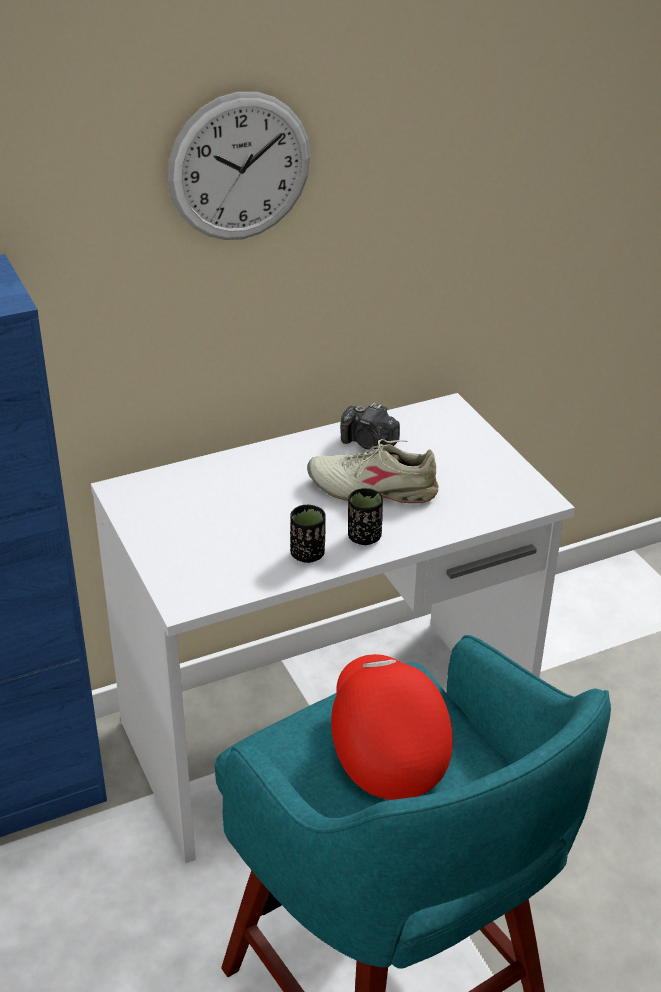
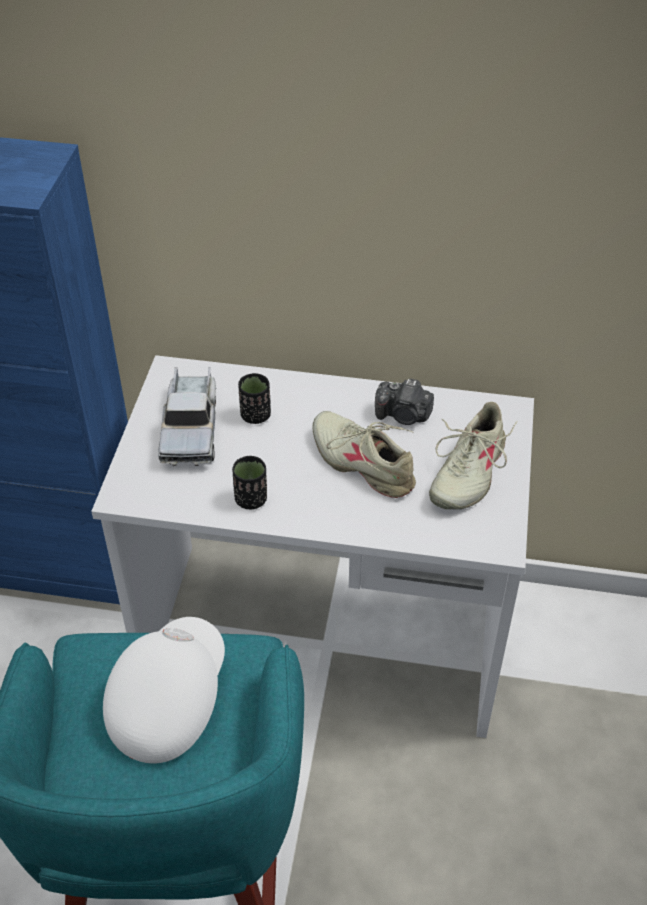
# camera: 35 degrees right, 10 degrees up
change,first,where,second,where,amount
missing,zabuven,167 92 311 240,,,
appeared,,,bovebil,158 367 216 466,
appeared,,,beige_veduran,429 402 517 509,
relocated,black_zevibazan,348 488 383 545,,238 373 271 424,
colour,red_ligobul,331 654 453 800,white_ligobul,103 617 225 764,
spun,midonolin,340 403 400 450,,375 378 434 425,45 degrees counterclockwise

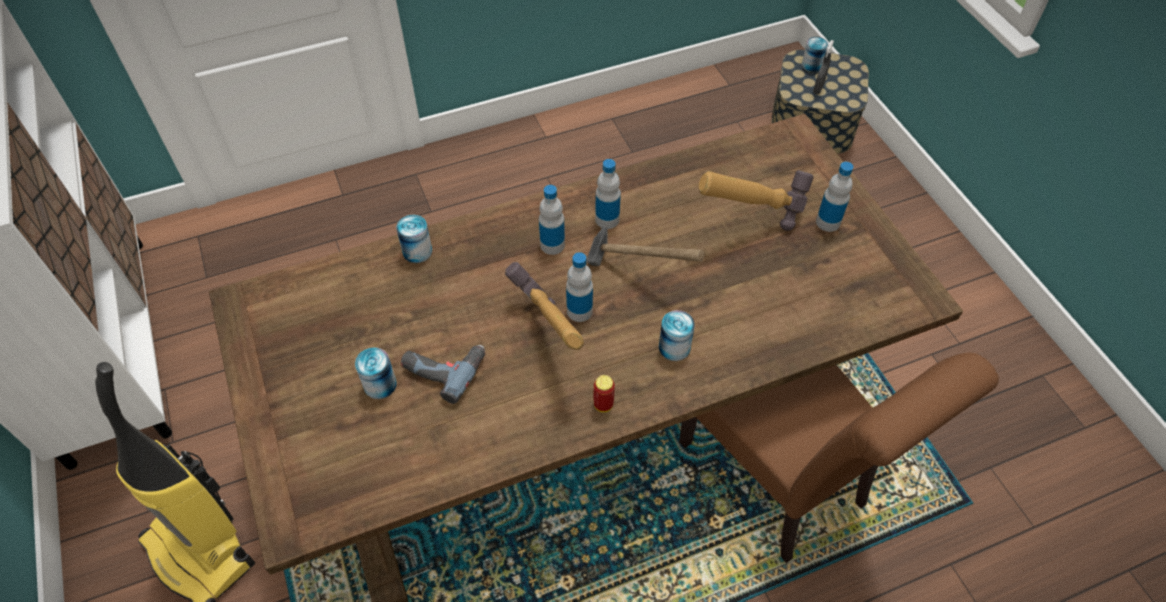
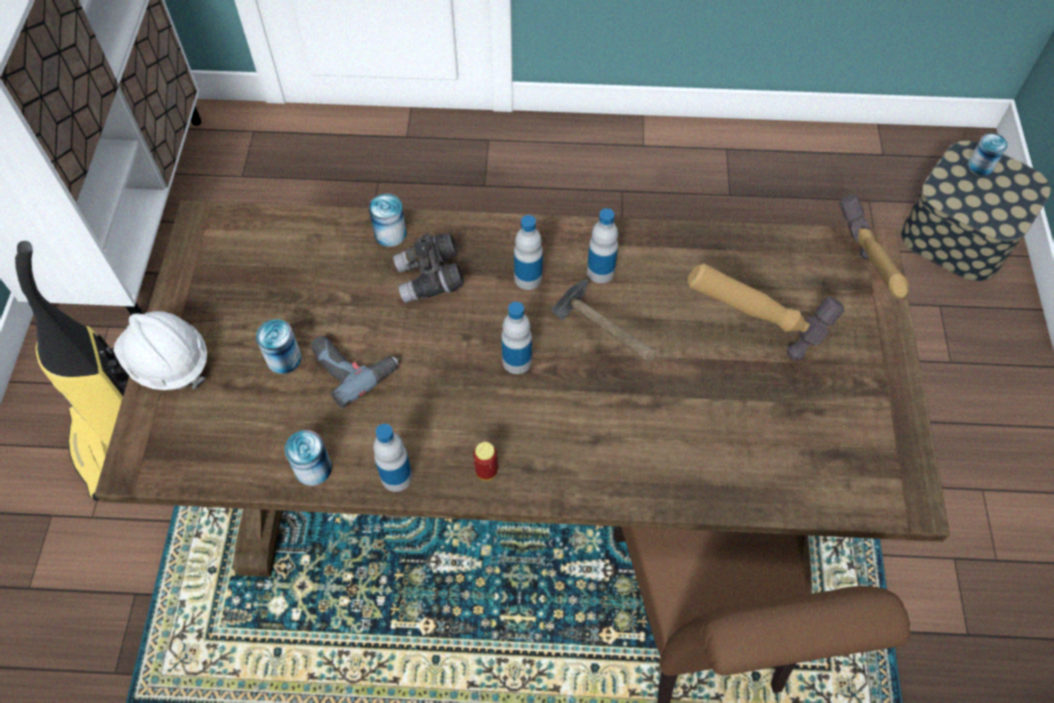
# camera: 25 degrees right, 5 degrees up
change,first,where,second,where,amount
missing,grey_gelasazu,813 40 834 94,,,
appeared,,,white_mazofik,113 311 207 390,
appeared,,,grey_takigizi,393 233 464 303,
relocated,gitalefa,505 262 584 350,,839 195 909 299,
relocated,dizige,659 310 695 361,,285 430 332 486,
relocated,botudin,816 162 853 232,,373 424 412 492,

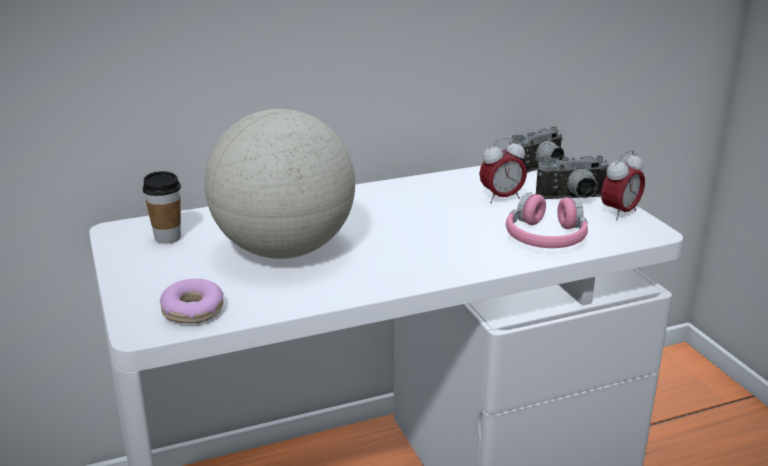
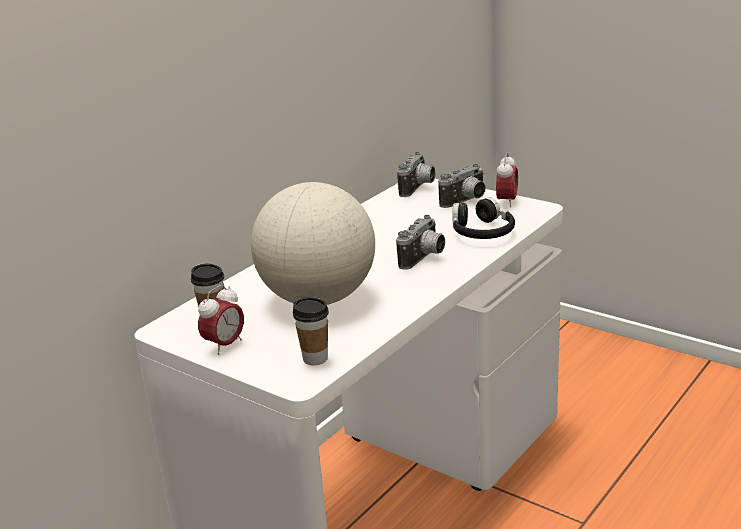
# camera: 30 degrees left, 0 degrees up
change,first,where,second,where,amount
appeared,,,midonolin,396 215 445 270,
relocated,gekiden,479 137 527 203,,198 285 244 355,
exchanged,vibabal,160 279 224 323,zevibazan,293 297 329 365,
colour,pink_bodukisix,506 192 588 248,black_bodukisix,453 197 515 239,

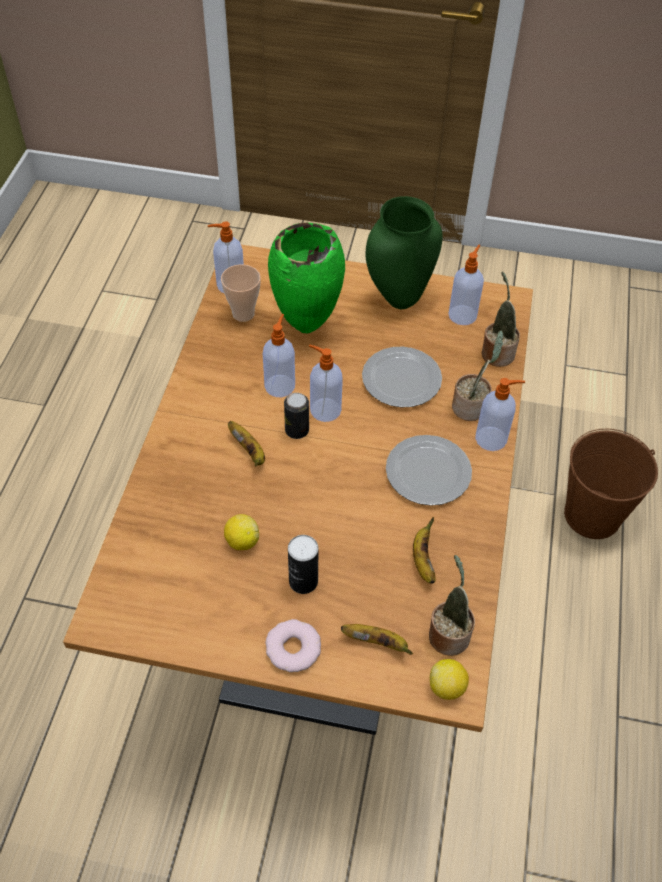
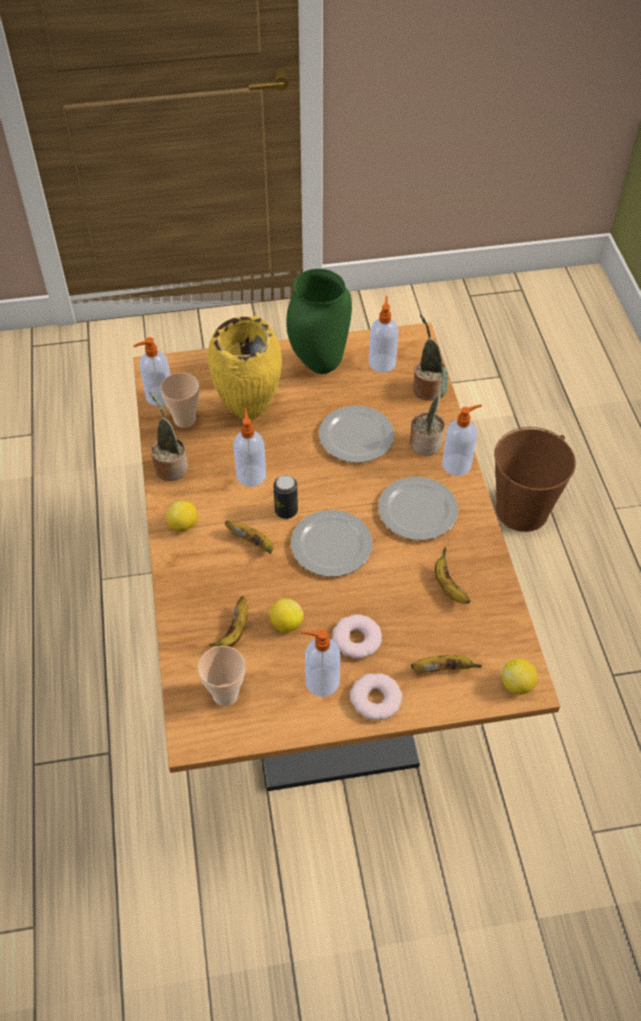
# camera: 20 degrees left, 0 degrees up
change,first,where,second,where,amount
appeared,,,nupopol,166 501 198 532,
appeared,,,zevibazan,198 646 245 706,
appeared,,,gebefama,209 596 248 647,
appeared,,,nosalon,291 510 373 577,
relocated,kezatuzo,309 345 343 422,,301 629 340 697,
relocated,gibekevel,429 555 475 656,,149 392 188 481,
exchanged,dizige,288 535 319 594,vibabal,332 614 382 659,
colour,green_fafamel,268 222 345 333,yellow_fafamel,208 316 282 421,

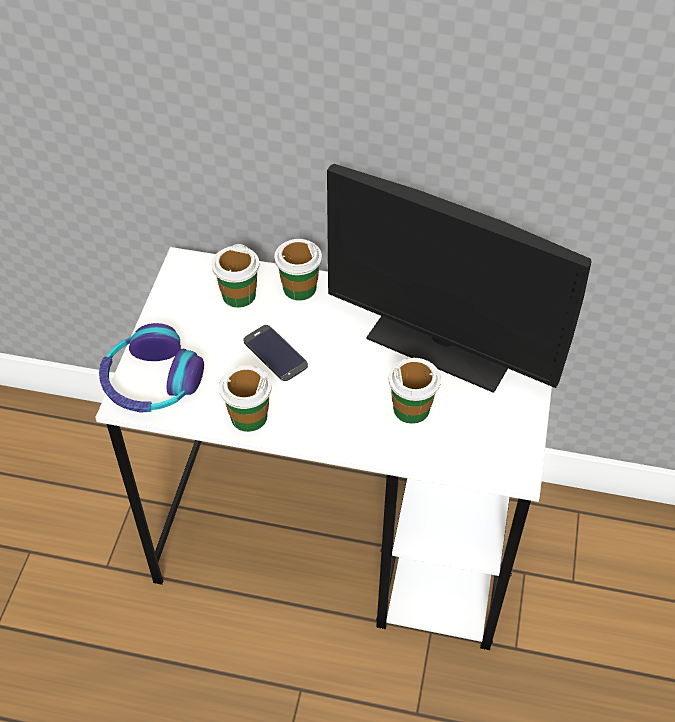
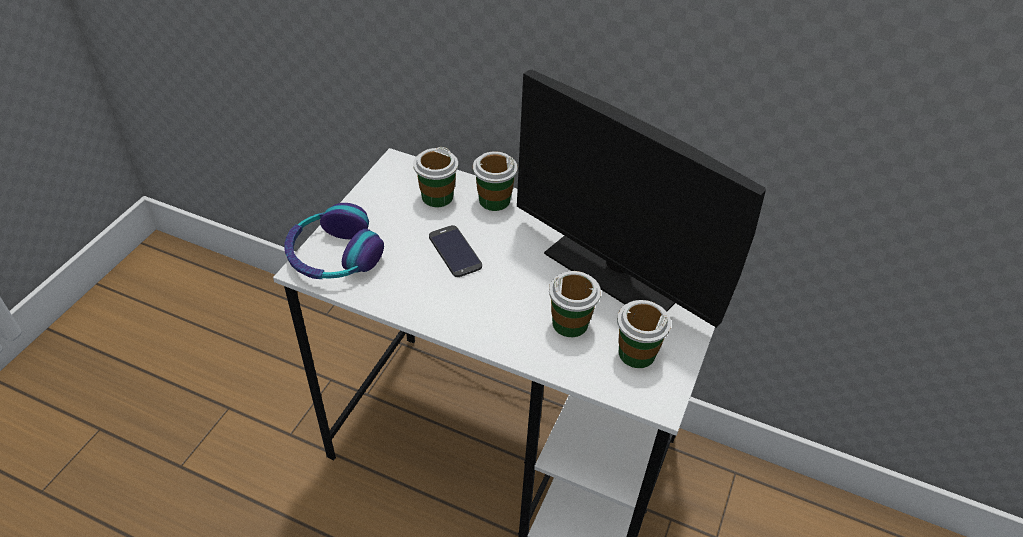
# camera: 10 degrees right, 5 degrees down
change,first,where,second,where,amount
relocated,zevibazan,219 365 272 432,,617 300 671 368,

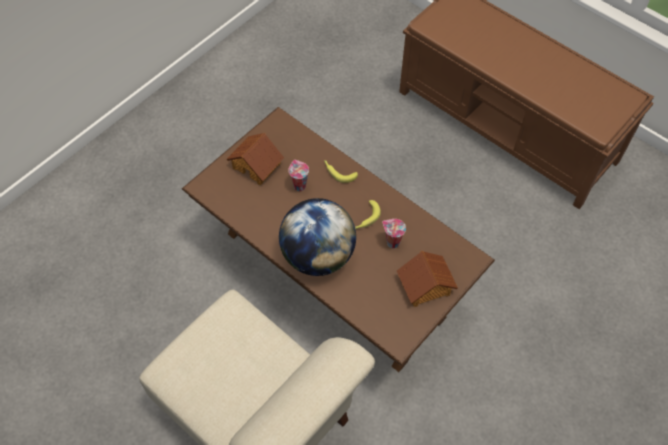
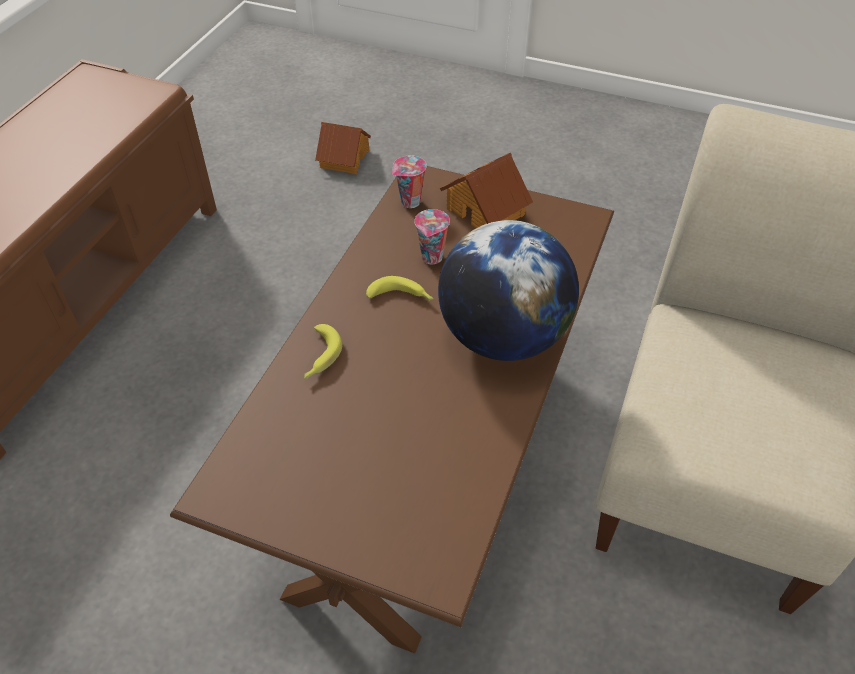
# camera: 110 degrees left, 10 degrees down
change,first,where,second,where,amount
relocated,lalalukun,227 133 284 185,,315 122 371 174,
relocated,zevibazan,288 160 309 191,,392 155 427 208,

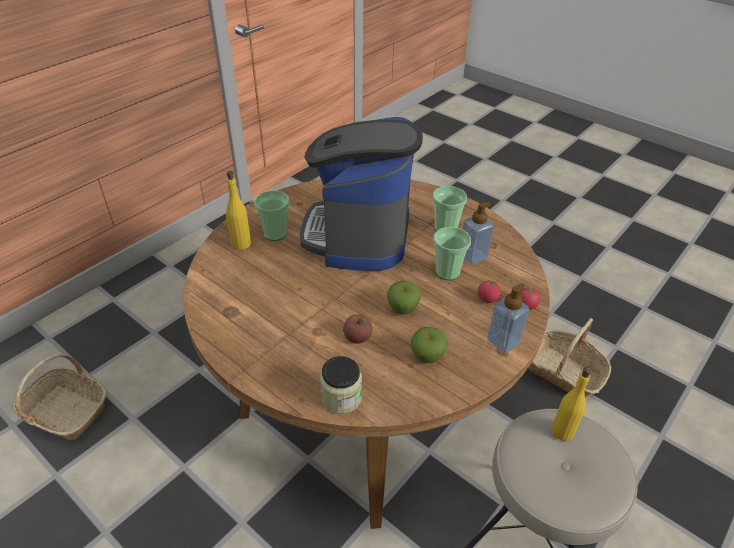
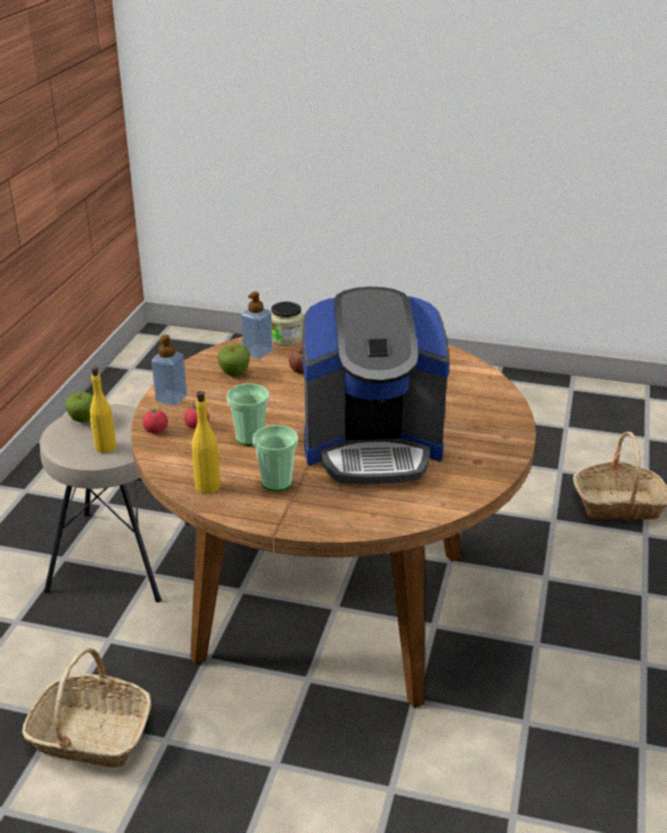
# camera: 155 degrees right, 10 degrees down
change,first,where,second,where,amount
missing,zevibazan,254 191 289 241,,,
relocated,yellow_botudin,226 171 251 250,,192 391 220 494,
relocated,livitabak,387 281 421 315,,65 392 93 422,
relocated,kezatuzo,463 202 494 265,,241 292 273 359,
spun,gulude,300 117 423 271,,302 287 450 484,105 degrees clockwise

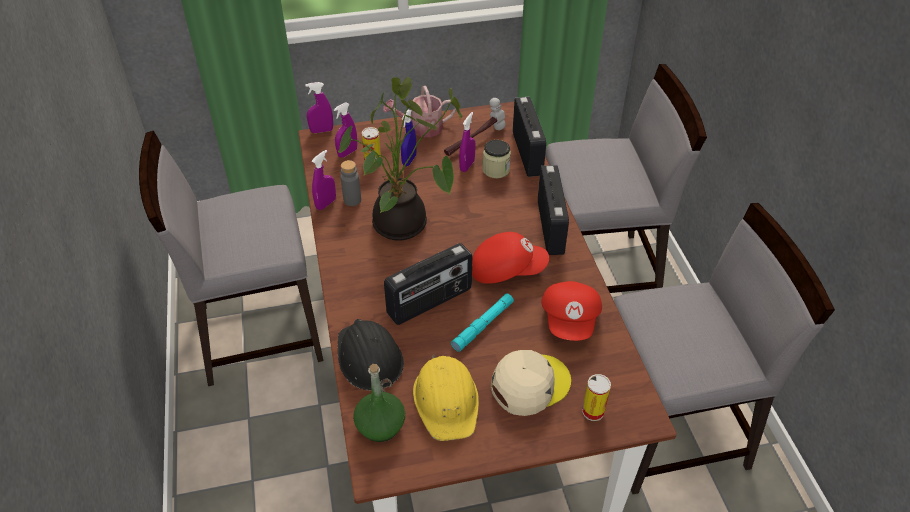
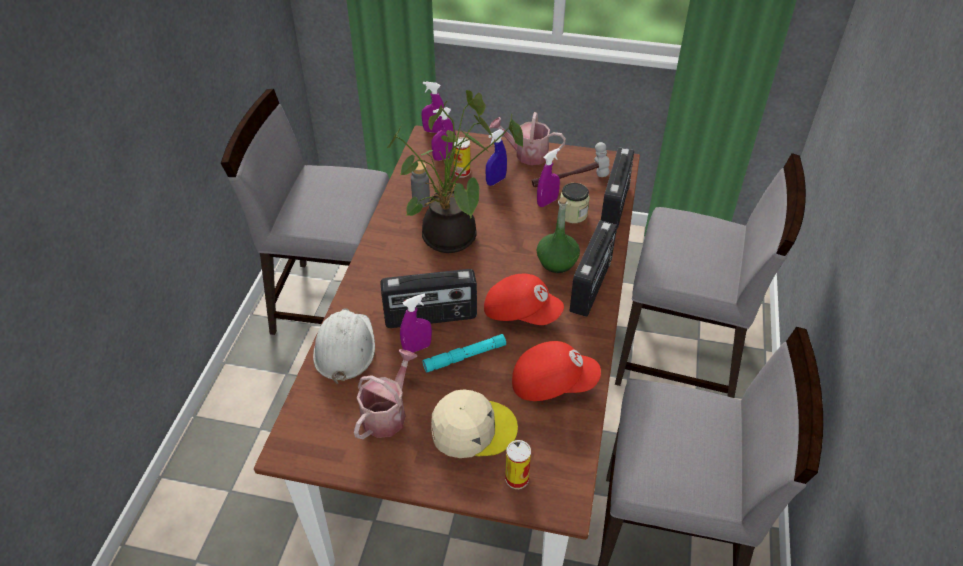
# camera: 25 degrees right, 0 degrees up
change,first,where,second,where,amount
relocated,purple_gelasazu,312 150 336 210,,400 294 432 353,
relocated,green_botudin,353 364 405 442,,537 197 580 273,
exchanged,yellow_mazofik,413 355 479 441,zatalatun,354 349 417 439,
colour,black_mazofik,338 319 404 392,white_mazofik,313 308 375 384,
spun,red_ligobul,541 281 602 341,,512 341 601 401,120 degrees counterclockwise

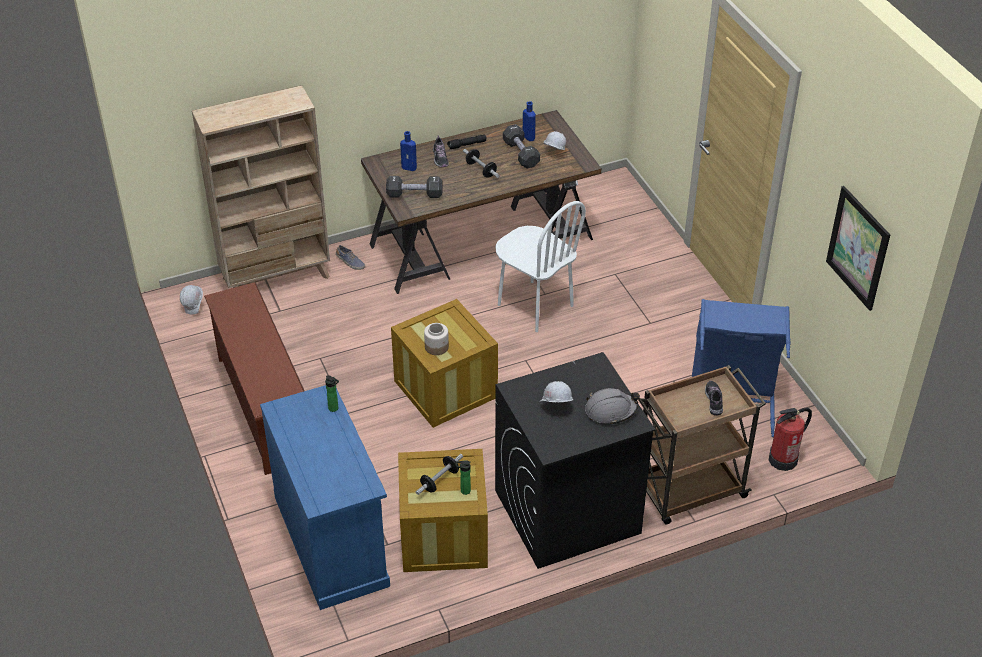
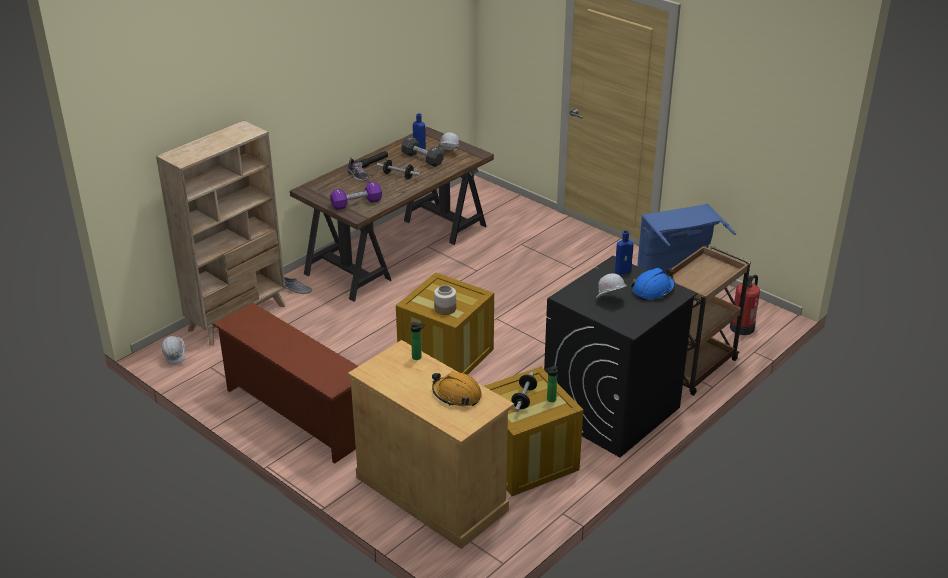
# camera: 25 degrees left, 10 degrees down
change,first,where,second,where,amount
missing,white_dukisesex,495 201 586 332,,,
missing,veduran,705 381 723 416,,,
missing,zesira,826 186 890 311,,,
appeared,,,orange_mazofik,432 371 482 406,
relocated,blue_botudin,400 131 417 171,,615 230 634 274,
colour,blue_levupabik,260 385 390 610,beige_levupabik,348 340 514 549,
colour,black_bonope,386 176 443 198,purple_bonope,330 182 382 210,
colour,grey_mazofik,585 388 640 425,blue_mazofik,631 268 675 300,

